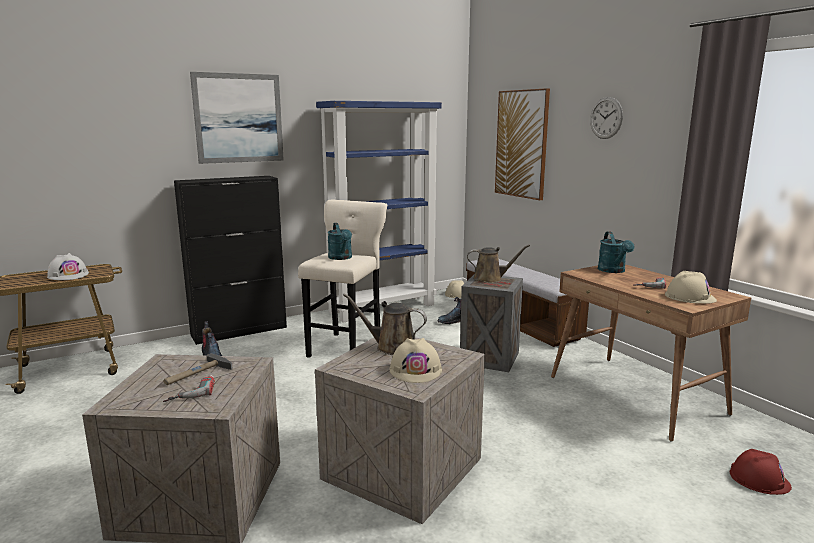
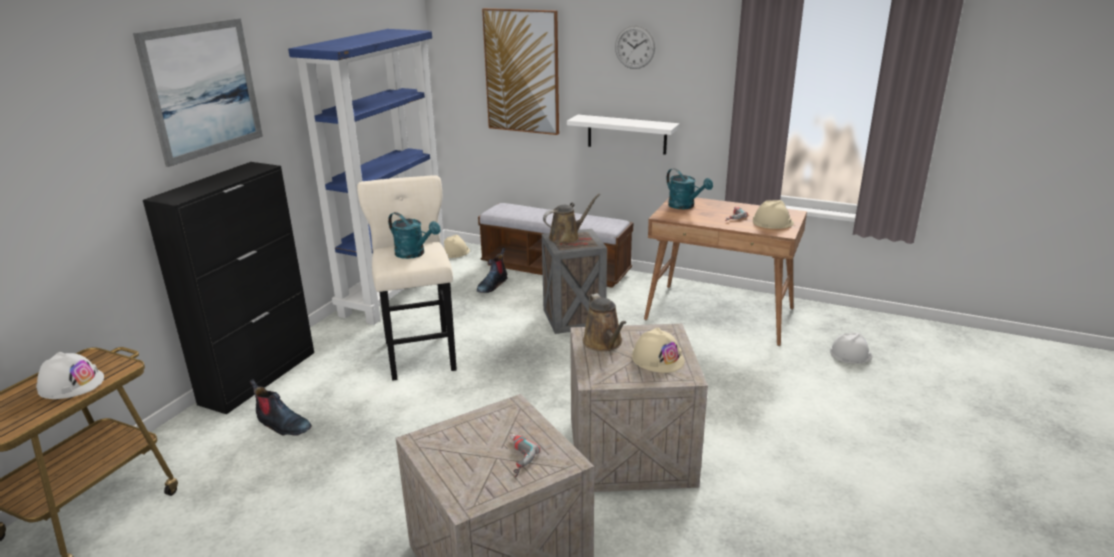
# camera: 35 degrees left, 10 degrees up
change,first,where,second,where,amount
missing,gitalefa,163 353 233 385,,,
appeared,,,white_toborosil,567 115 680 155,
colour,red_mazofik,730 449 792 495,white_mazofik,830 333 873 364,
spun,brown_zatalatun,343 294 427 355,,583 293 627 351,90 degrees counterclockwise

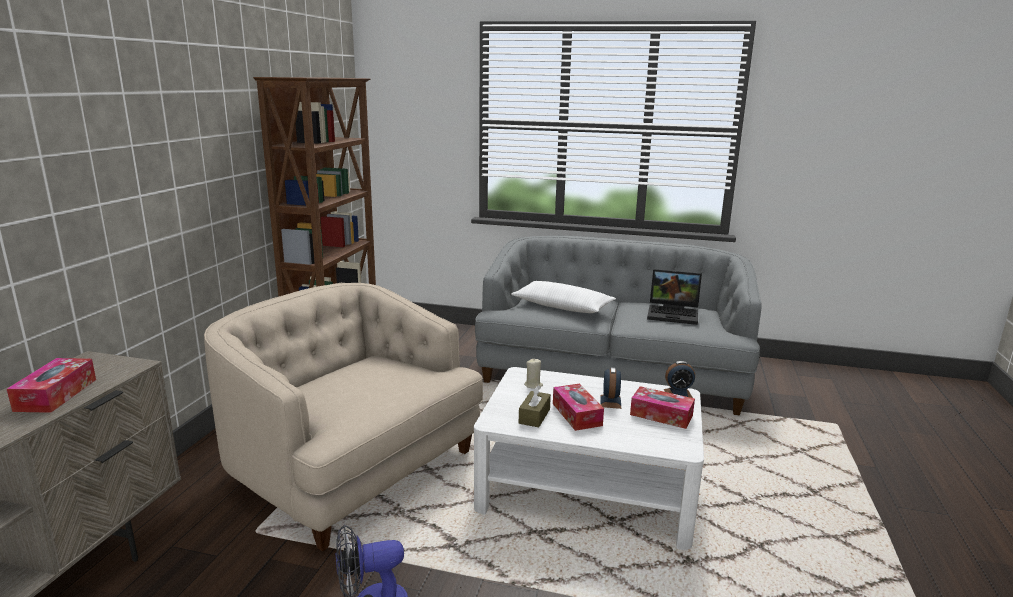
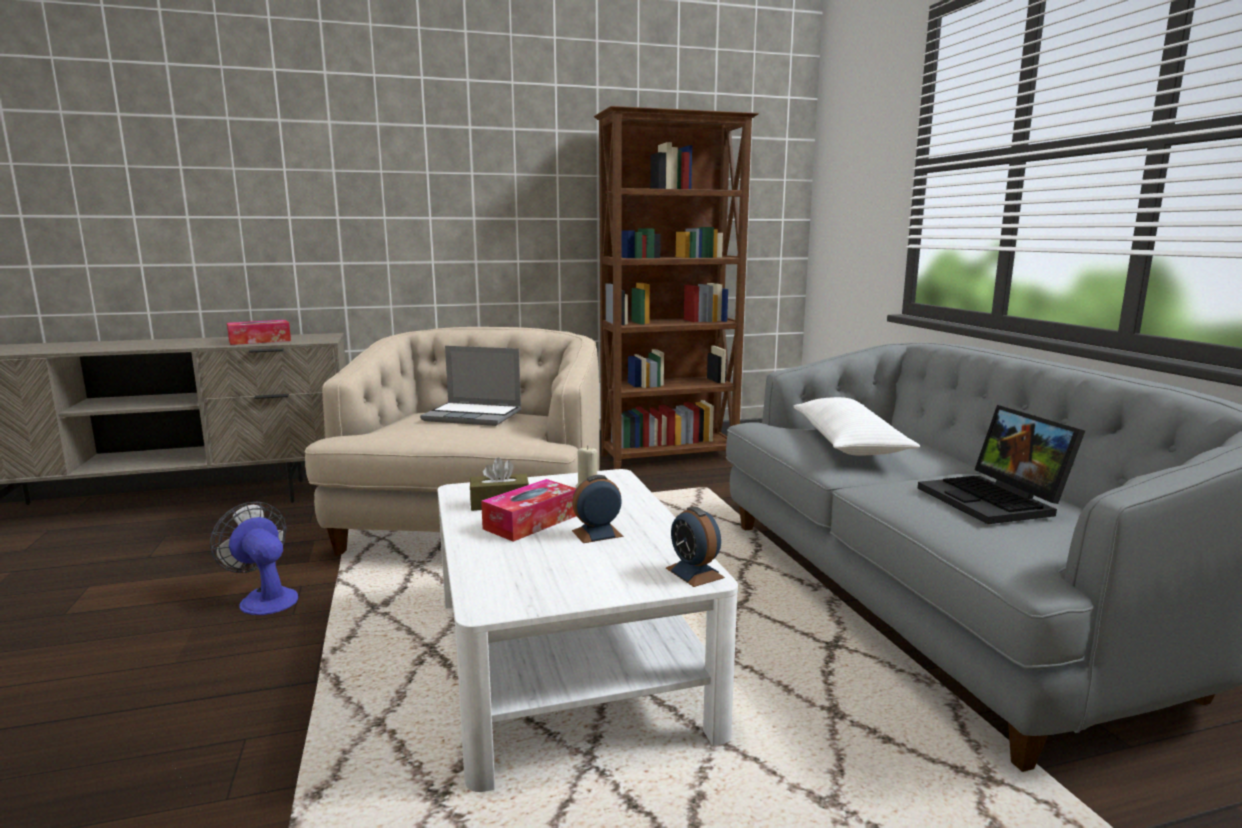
# camera: 60 degrees right, 5 degrees down
change,first,where,second,where,amount
missing,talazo,630 386 695 429,,,
appeared,,,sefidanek,420 346 522 426,

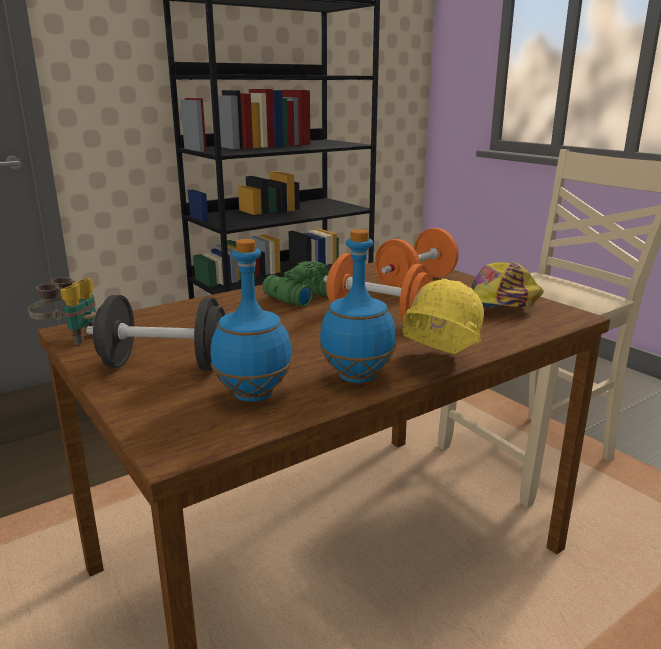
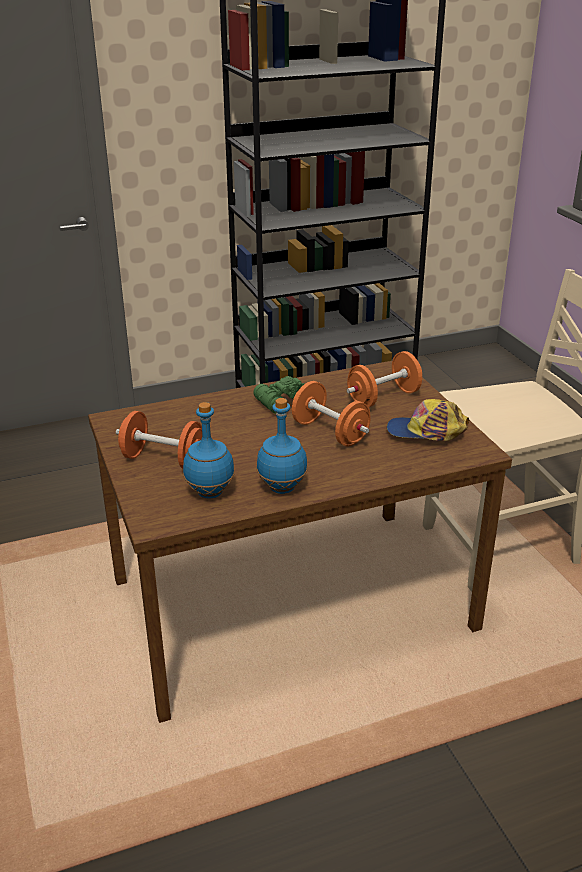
# camera: 15 degrees right, 10 degrees up
change,first,where,second,where,amount
missing,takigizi,28 277 96 345,,,
missing,yellow_mazofik,402 279 484 354,,,
colour,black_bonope,86 295 225 371,orange_bonope,116 411 202 469,

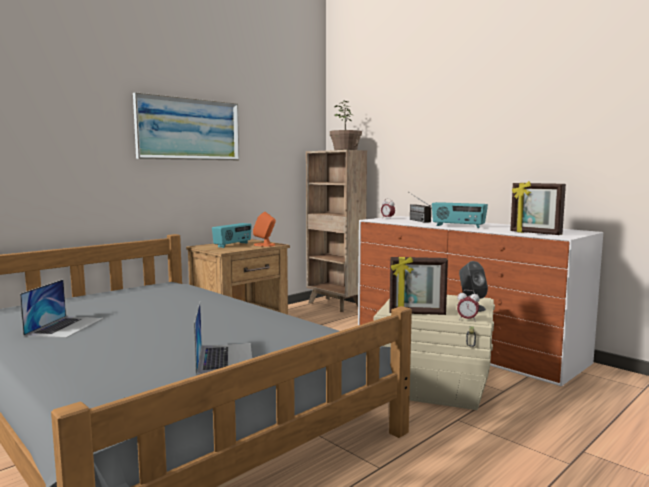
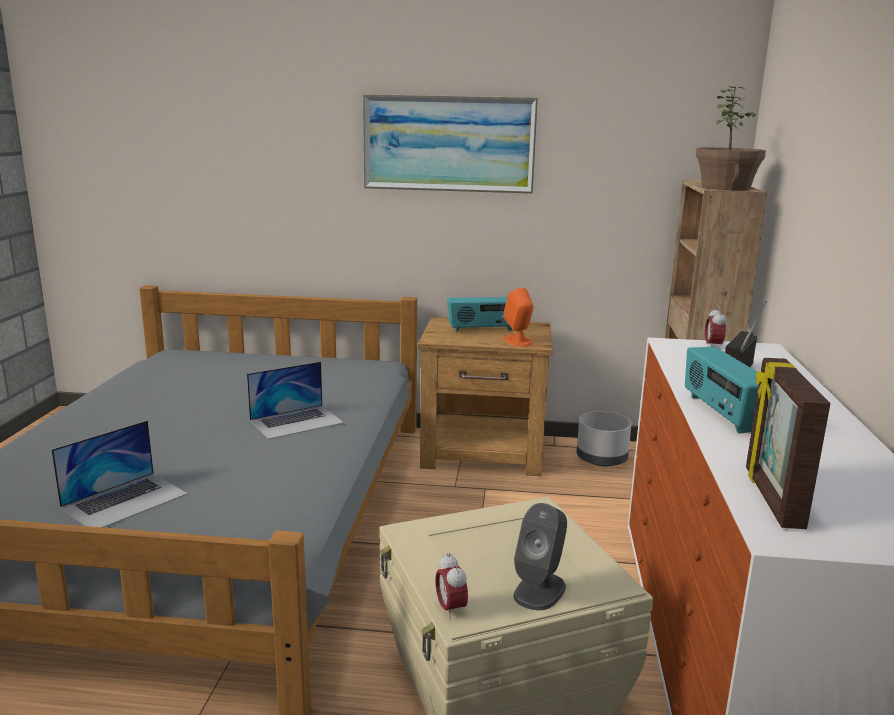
# camera: 50 degrees right, 10 degrees up
change,first,where,second,where,amount
missing,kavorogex,389 257 448 315,,,
appeared,,,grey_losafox,577 411 632 466,
relocated,sefidanek,20 279 104 338,,247 361 344 439,

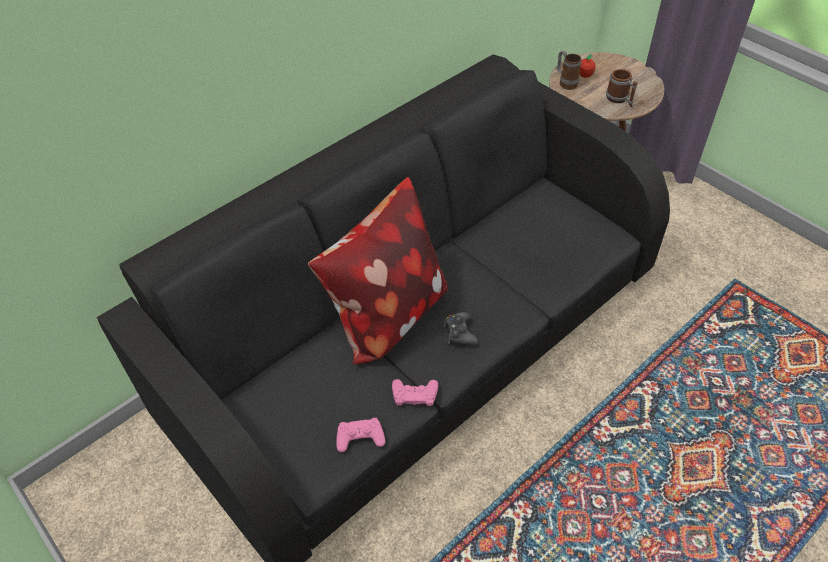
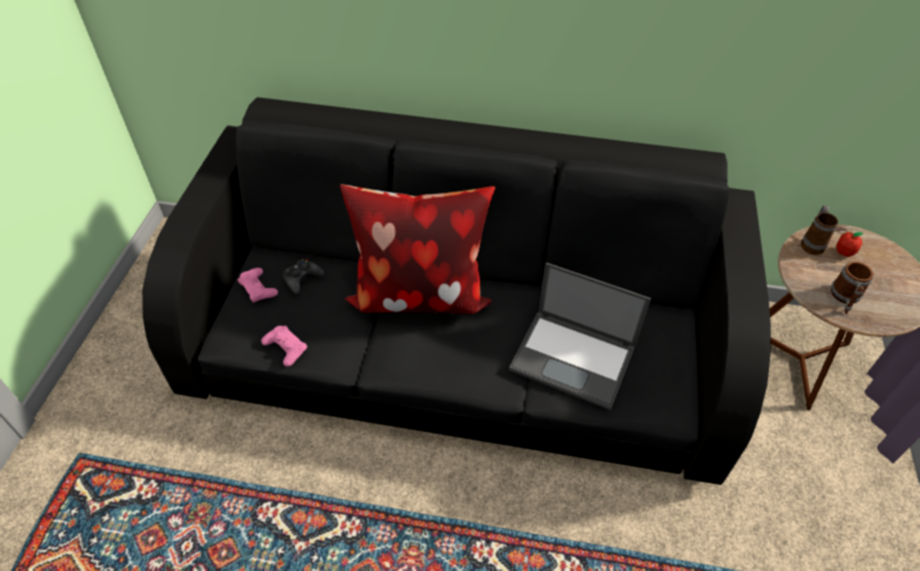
# camera: 50 degrees right, 0 degrees up
change,first,where,second,where,amount
appeared,,,sefidanek,509 262 651 410,
relocated,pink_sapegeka,392 379 438 406,,237 268 278 303,
relocated,black_sapegeka,444 312 478 346,,283 259 324 294,

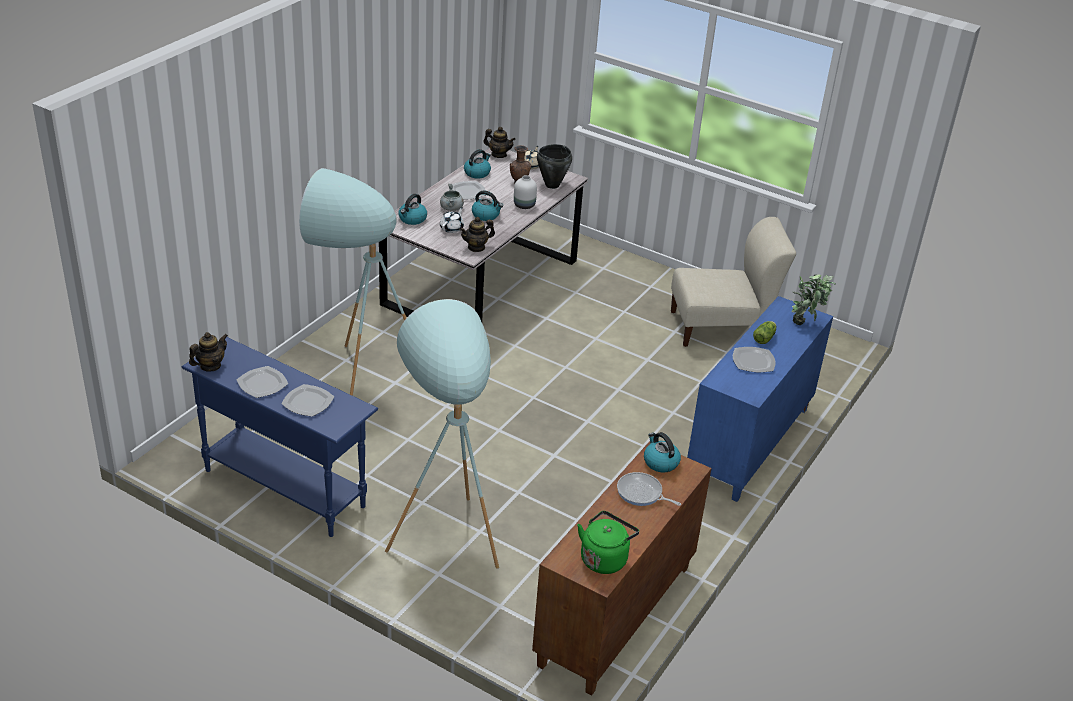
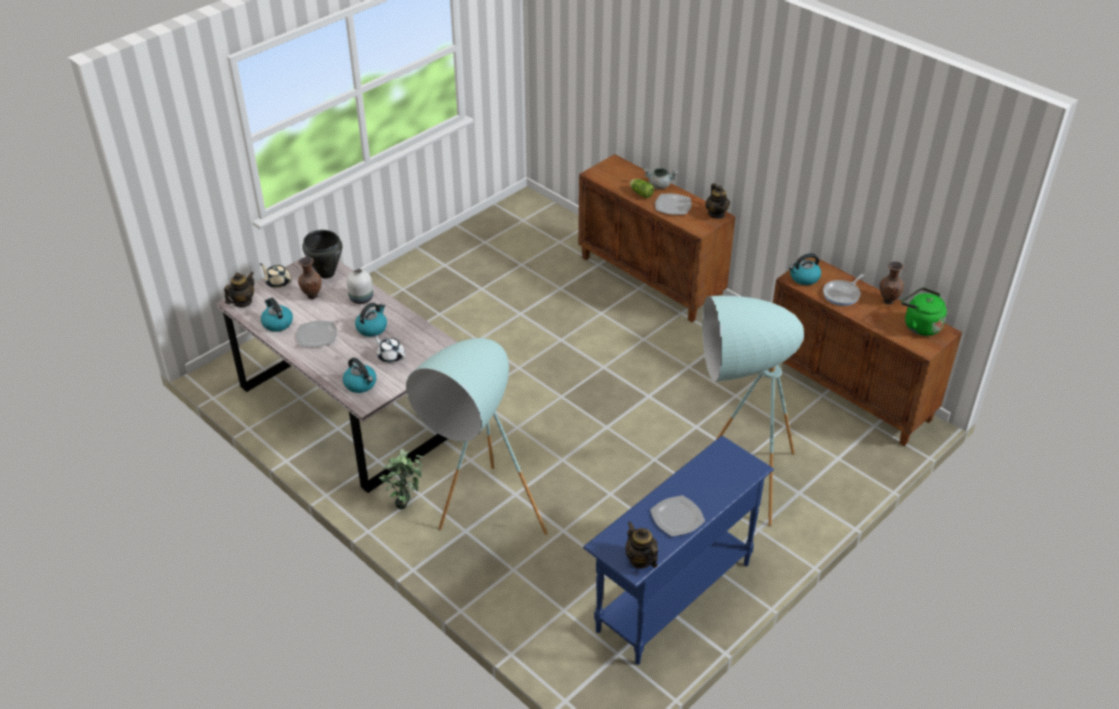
# camera: 75 degrees left, 5 degrees up
change,first,where,second,where,amount
missing,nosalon,281 384 334 417,,,
missing,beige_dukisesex,671 217 796 347,,,
appeared,,,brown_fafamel,880 261 904 304,
relocated,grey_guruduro,440 184 464 211,,644 168 678 189,
relocated,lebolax,459 217 495 252,,705 183 730 219,
relocated,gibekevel,791 274 836 325,,379 448 424 510,
colour,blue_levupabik,687 296 833 502,brown_levupabik,578 154 736 322,

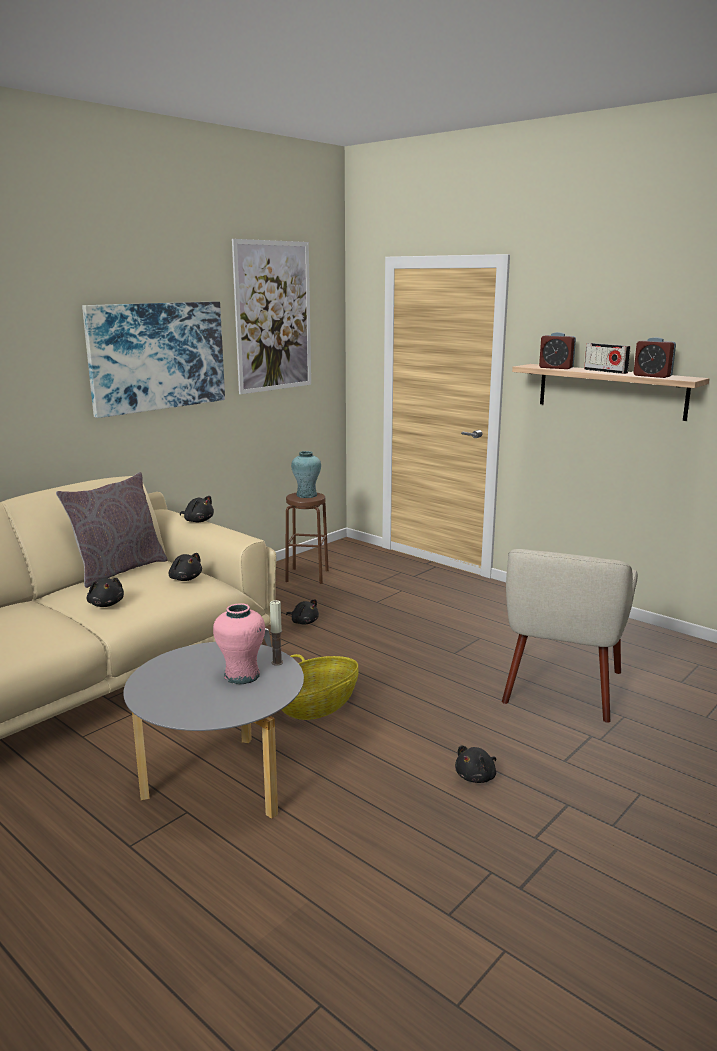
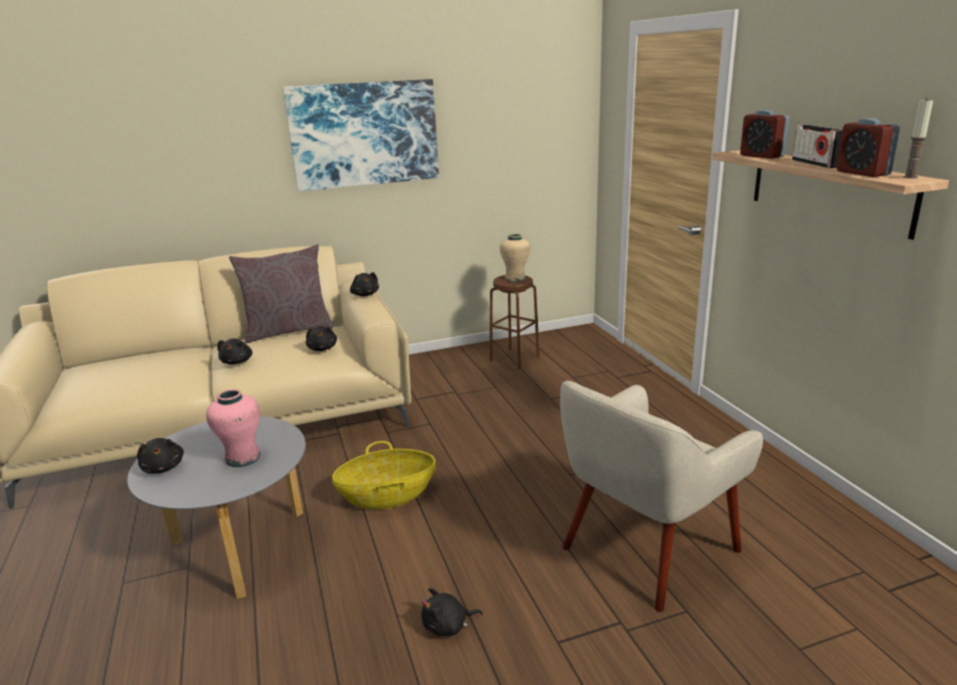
# camera: 30 degrees right, 5 degrees up
change,first,where,second,where,amount
missing,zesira,232 239 311 394,,,
relocated,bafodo,270 600 283 666,,903 98 933 179,
relocated,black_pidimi,286 599 319 625,,137 438 184 474,
colour,turquoise_fafamel,291 451 321 498,beige_fafamel,500 234 530 282,

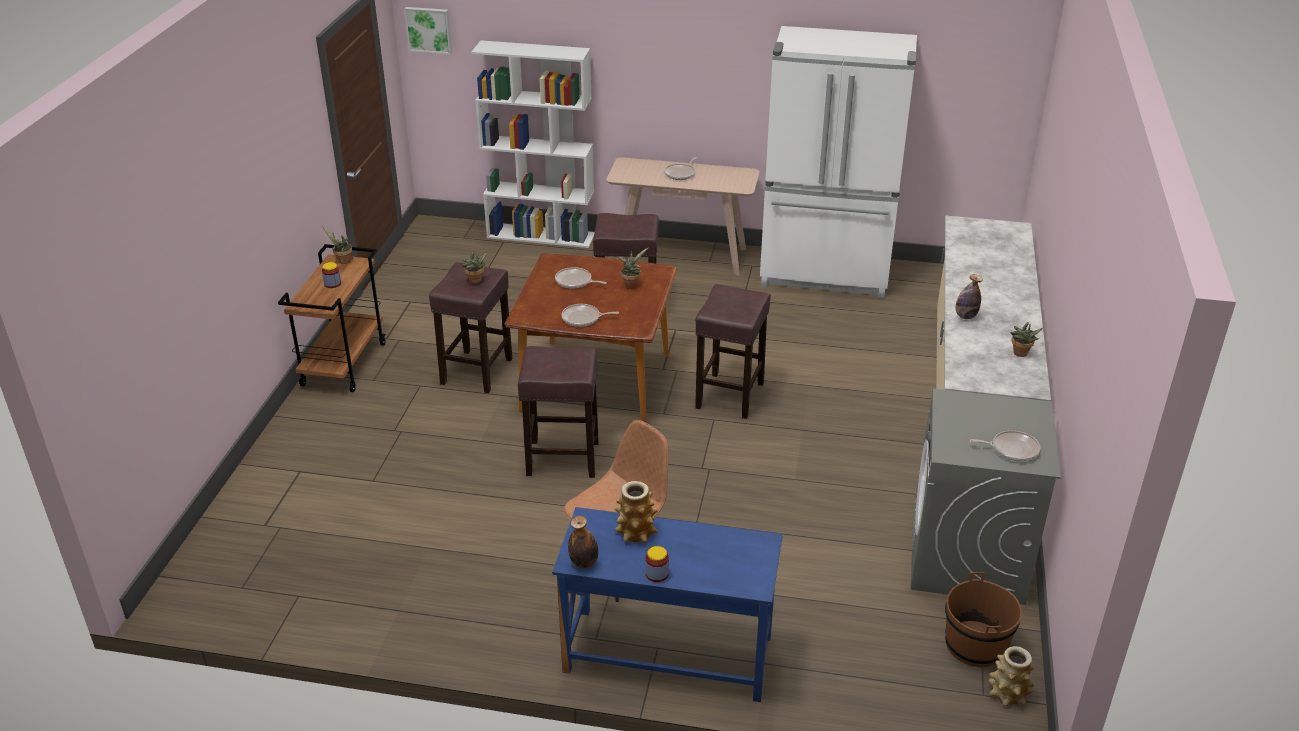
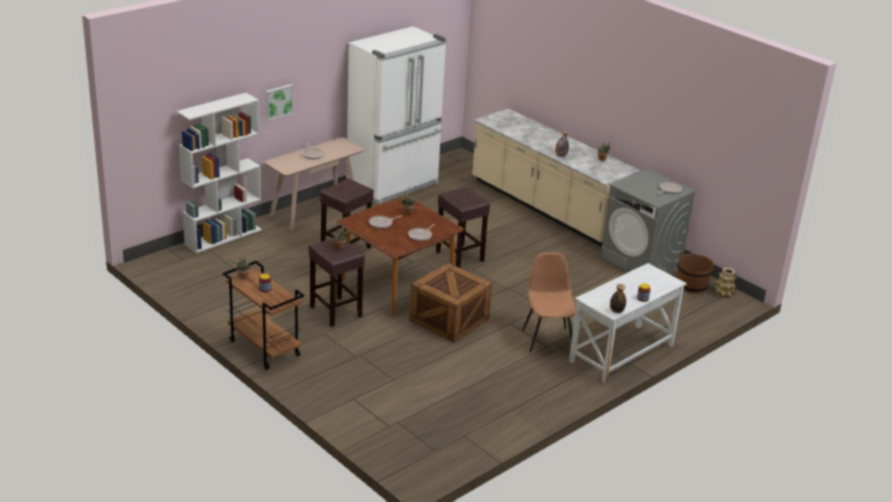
# camera: 55 degrees left, 5 degrees down
change,first,where,second,where,amount
missing,fafamel,614 481 658 543,,,
relocated,zesira,404 7 452 54,,266 84 293 120,
exchanged,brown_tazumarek,518 346 599 478,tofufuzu,409 263 492 342,
colour,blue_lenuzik,552 507 783 702,white_lenuzik,569 263 687 384,

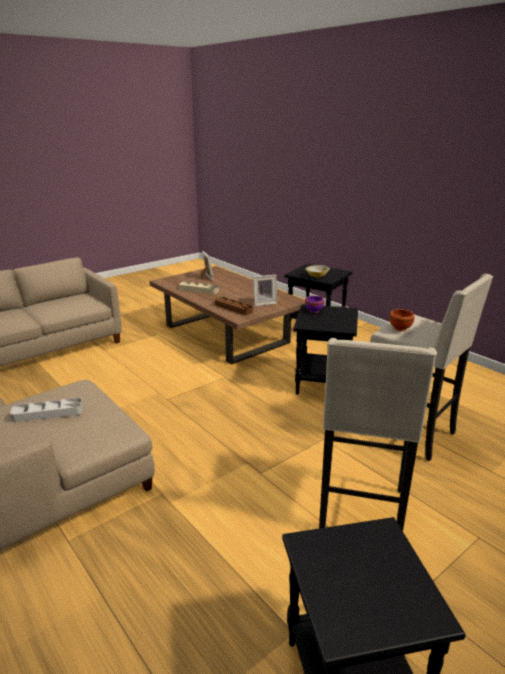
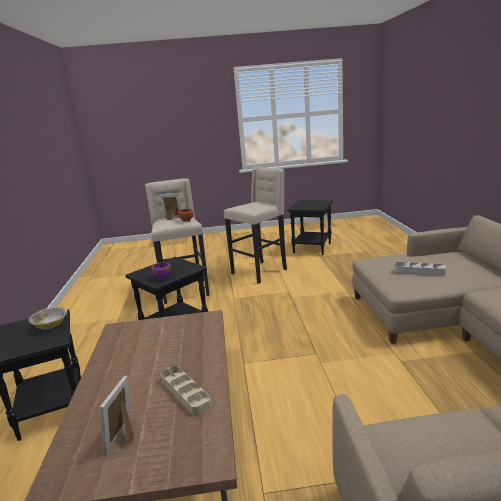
# camera: 145 degrees left, 5 degrees down
change,first,where,second,where,amount
missing,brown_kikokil,215 297 253 315,,,
relocated,kavorogex,253 275 277 306,,159 194 182 220,

